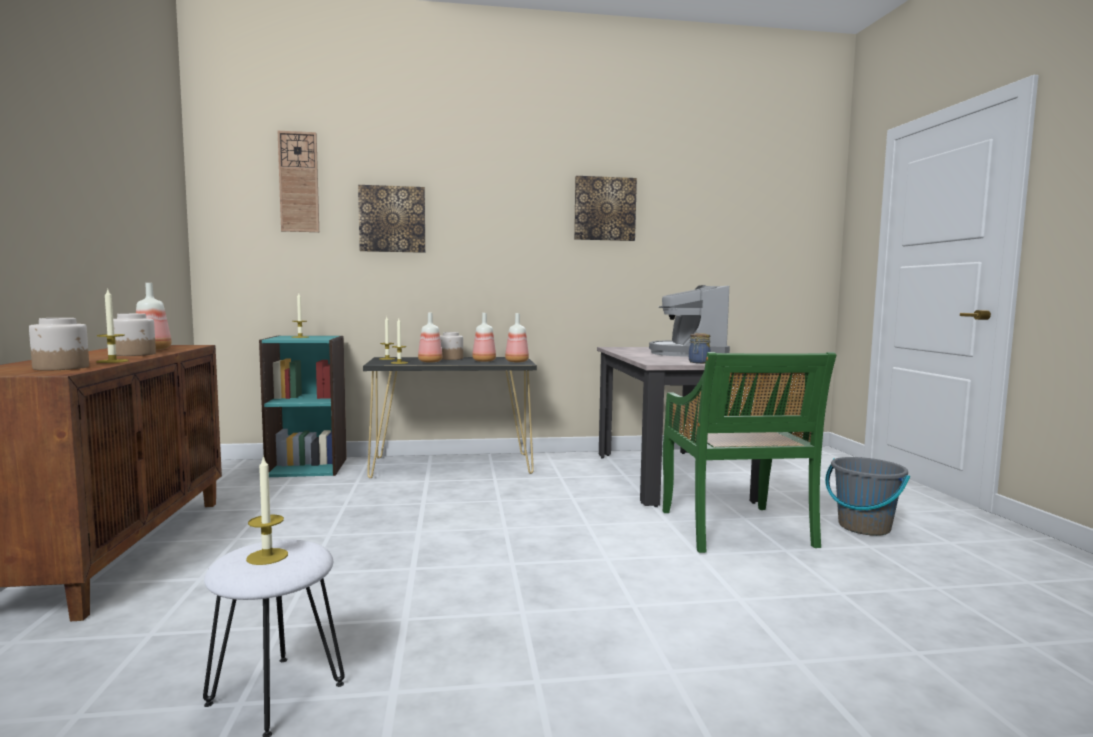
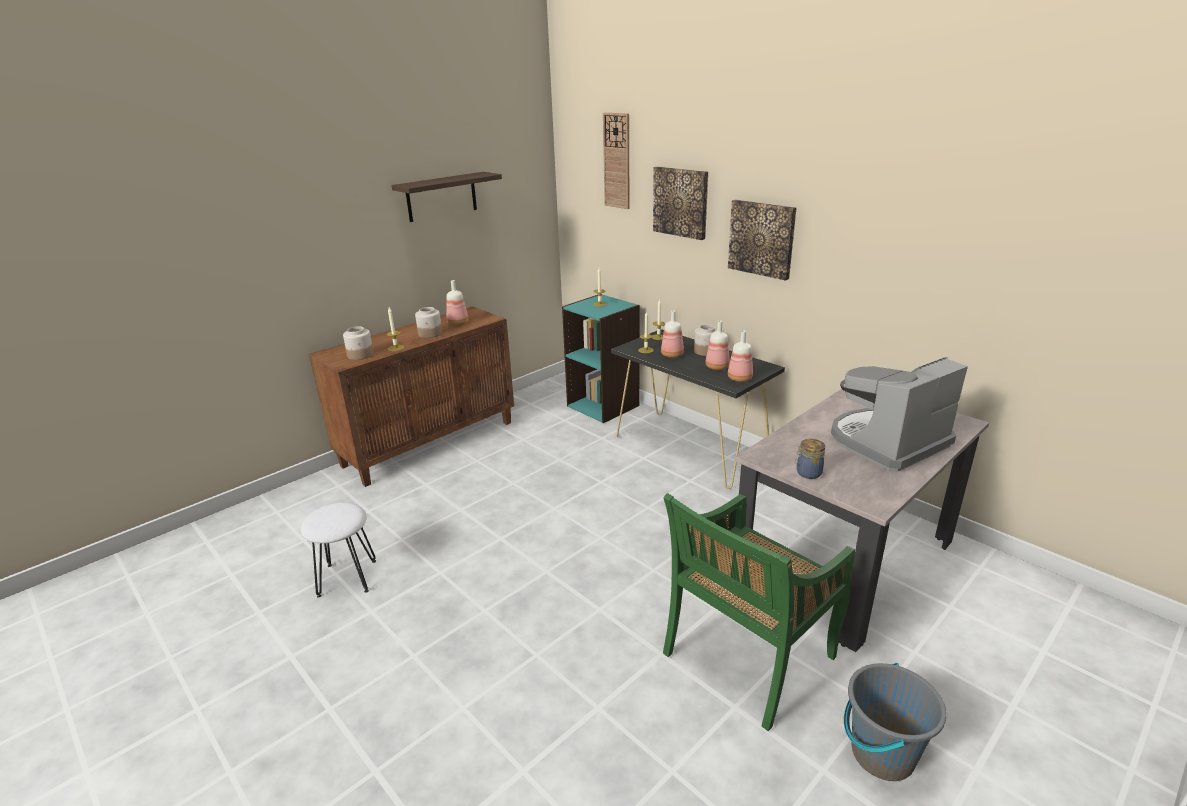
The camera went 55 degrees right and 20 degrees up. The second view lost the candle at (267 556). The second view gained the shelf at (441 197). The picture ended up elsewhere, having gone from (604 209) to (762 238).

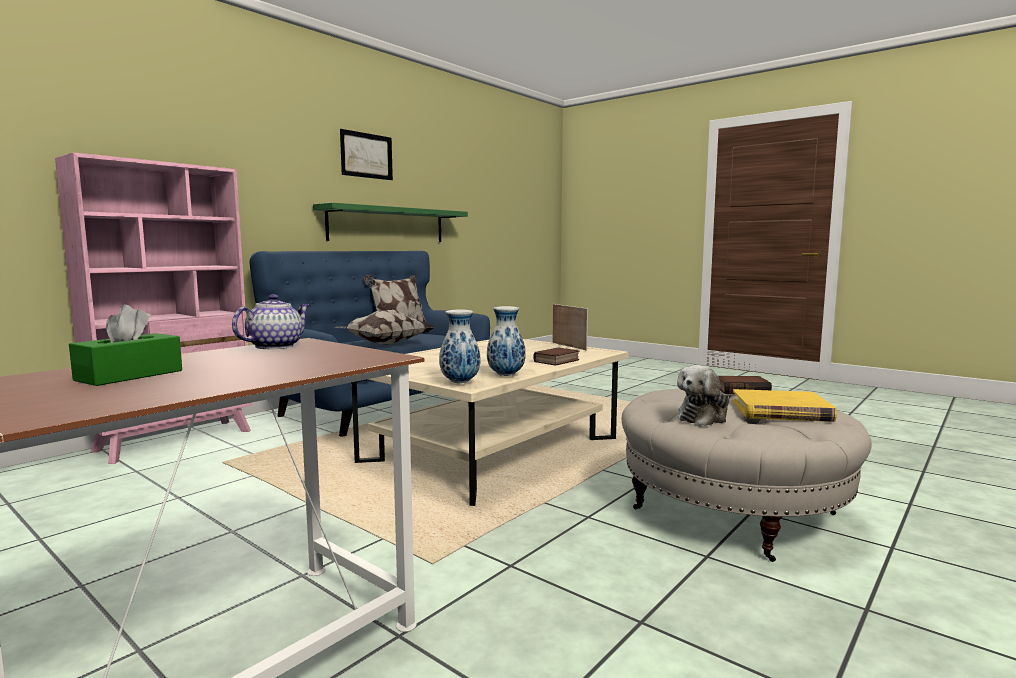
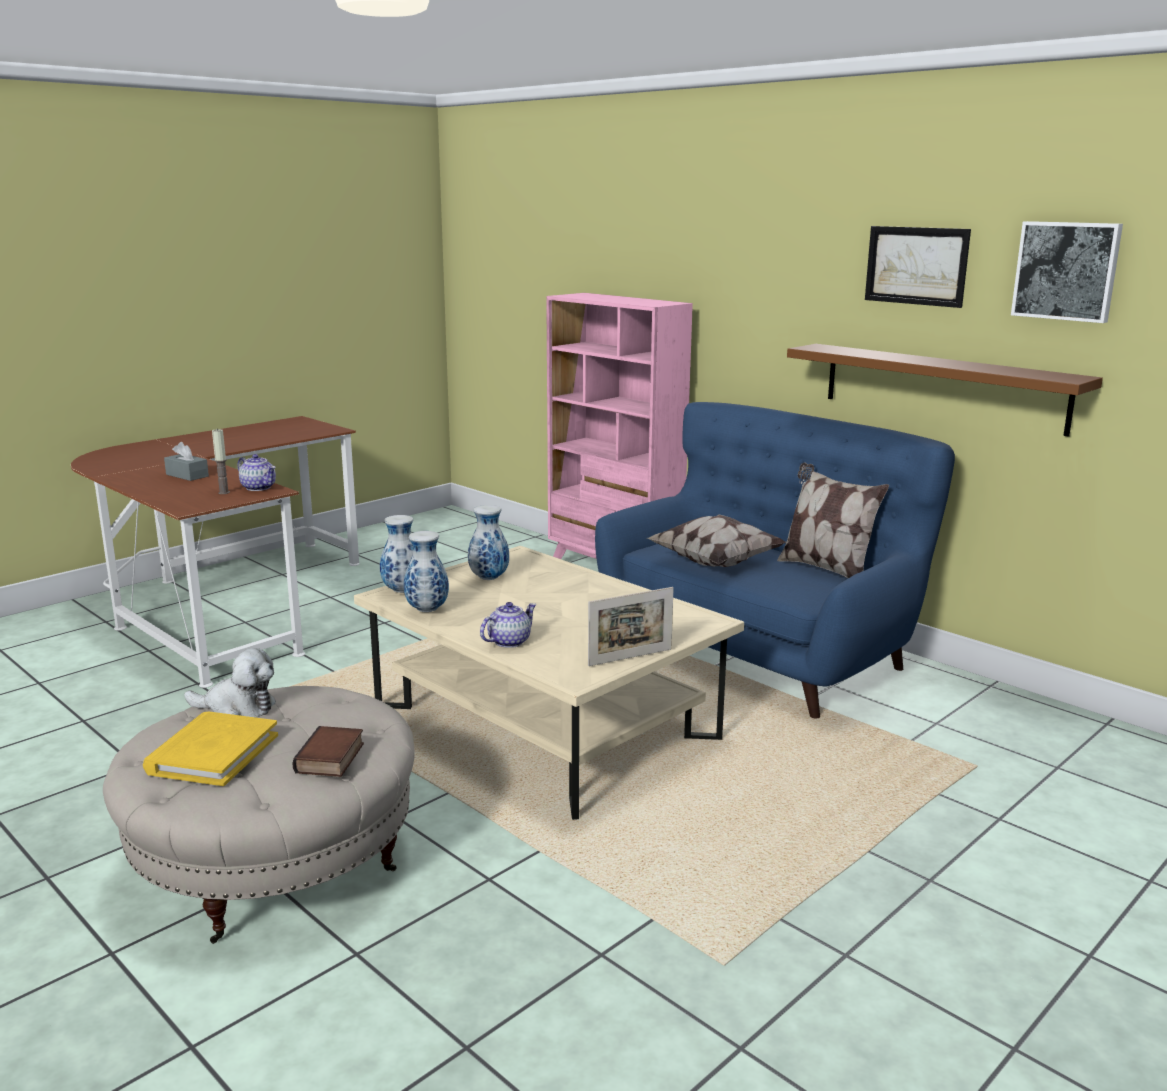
The camera went 95 degrees right and 10 degrees up. The second view gained the candle at (224 492). The second view gained the vase at (488 578). The second view gained the picture at (1066 271). Where the book stood at (557 361), the teapot came to stand at (509 641). What was the tissue box (green) at (129 375) turned into the tissue box (grey) at (187 475). What was the shelf (green) at (388 225) turned into the shelf (brown) at (942 387). The plush toy at (704 417) ended up facing another way, 135 degrees clockwise from before.

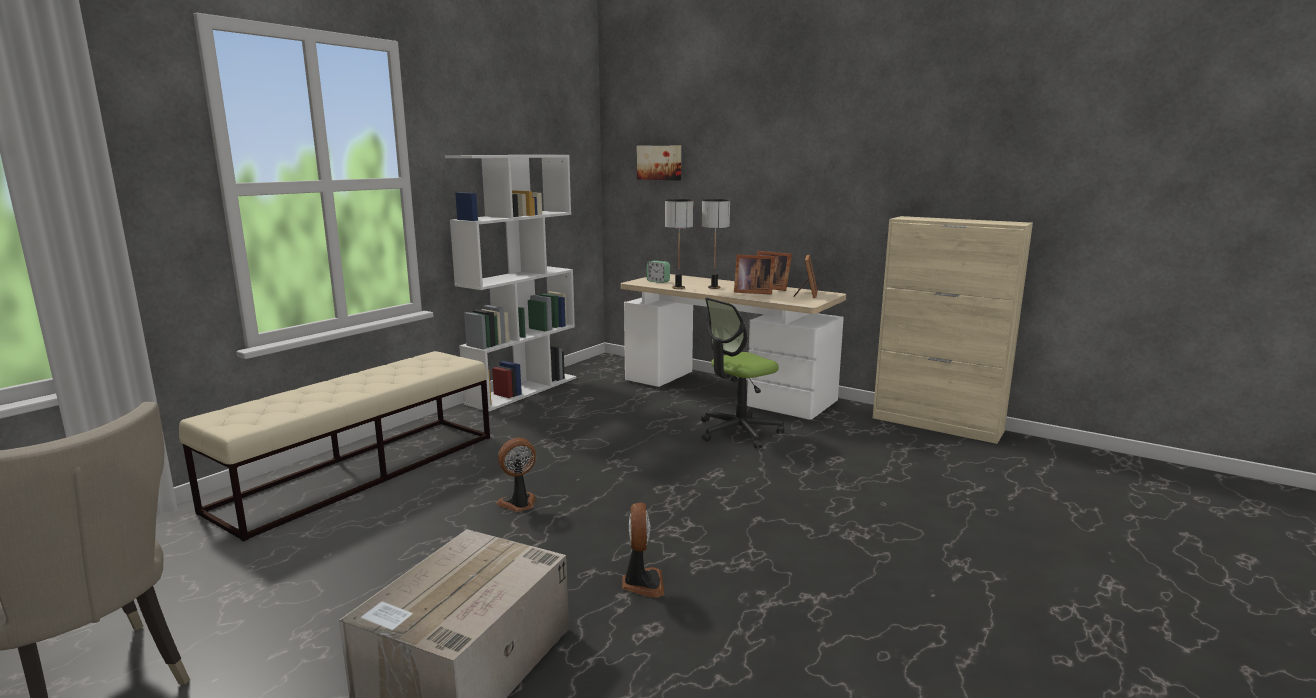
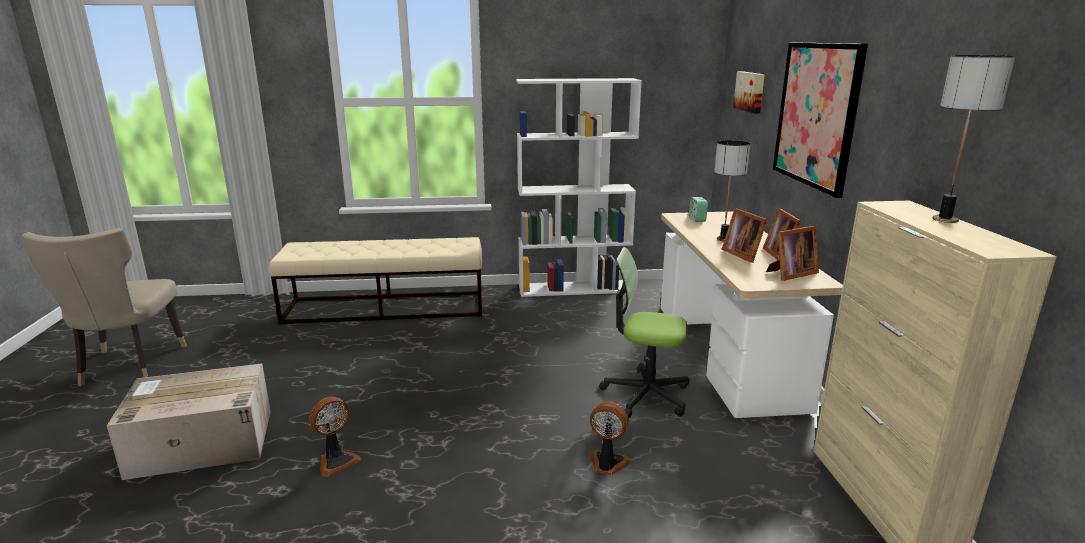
The camera went 50 degrees right and 5 degrees up. The second view gained the picture at (816 115). The fan ended up elsewhere, having gone from (519 504) to (607 464). The table lamp ended up elsewhere, having gone from (678 288) to (945 219).

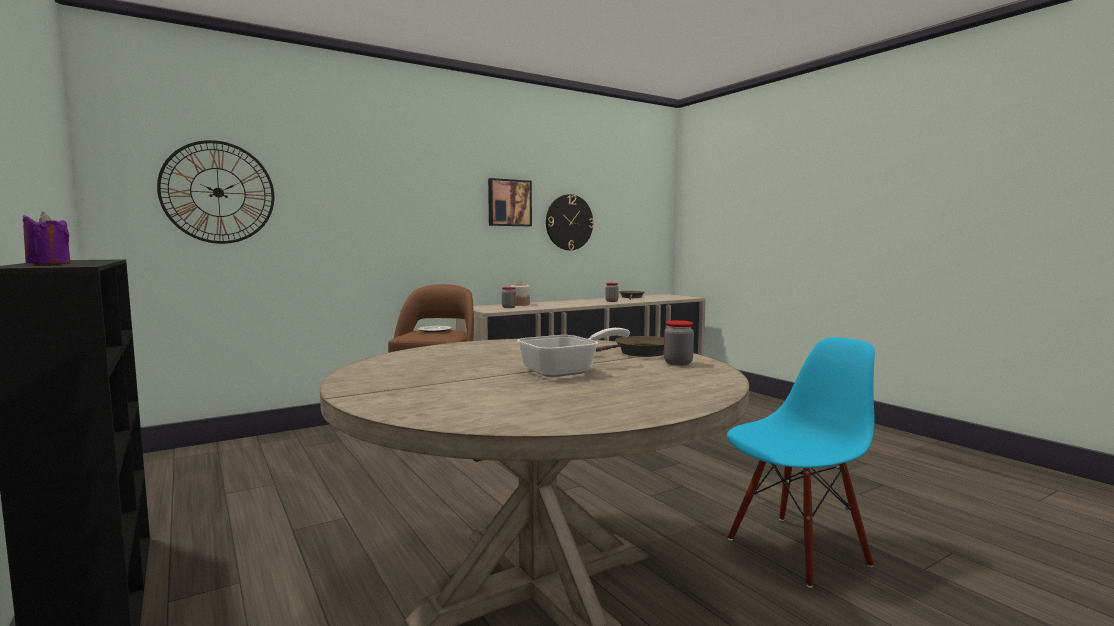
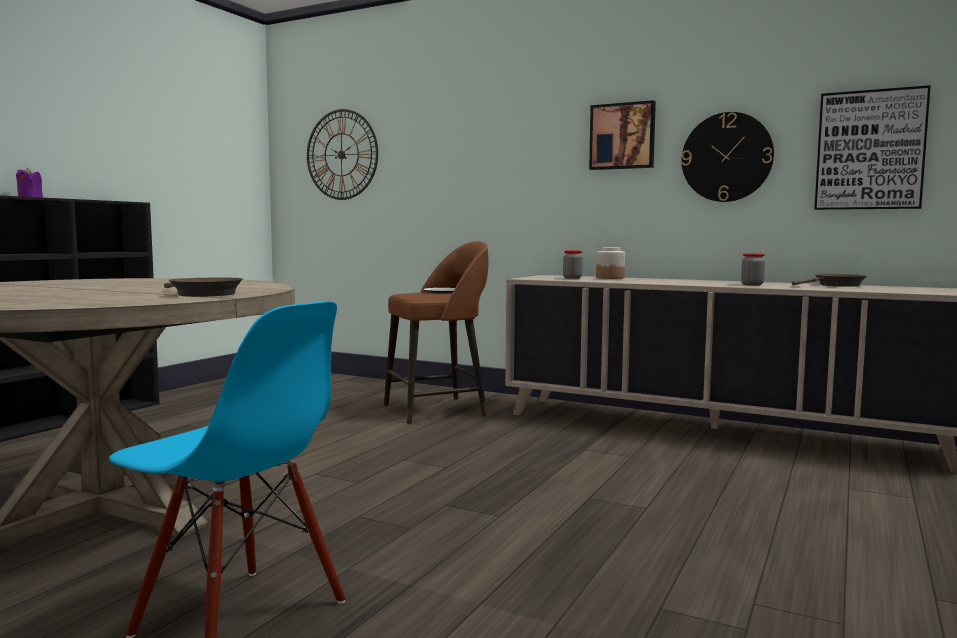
The camera went 60 degrees right and 0 degrees up. The second view lost the frying pan at (567 371). The second view lost the jar at (678 363). The second view gained the picture at (870 150).

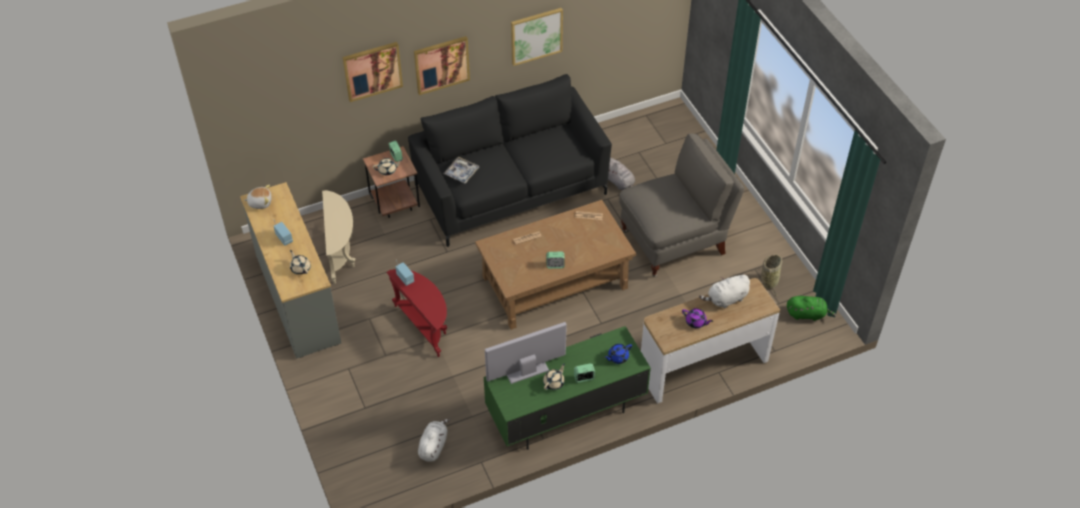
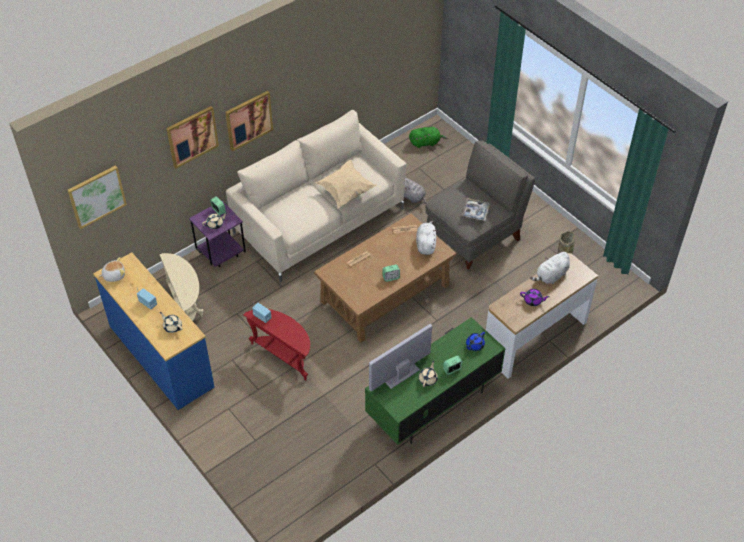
The camera went 15 degrees left and 0 degrees up. The second view gained the pillow (beige) at (345 192). The plush toy (white) ended up elsewhere, having gone from (433 446) to (426 244). The tray ended up elsewhere, having gone from (461 172) to (475 212). The picture ended up elsewhere, having gone from (536 35) to (96 196). The plush toy (green) ended up elsewhere, having gone from (807 314) to (426 143). What was the dresser (grey) at (297 299) turned into the dresser (blue) at (160 357). What was the side table (brown) at (395 205) turned into the side table (purple) at (221 255). What was the sofa (black) at (510 189) turned into the sofa (beige) at (319 220).

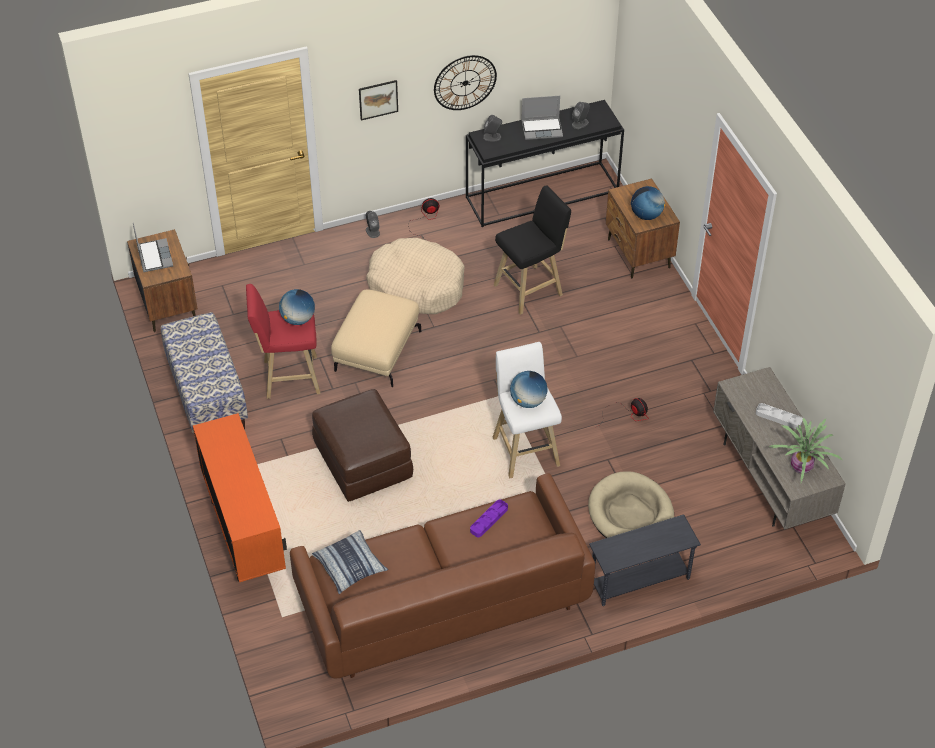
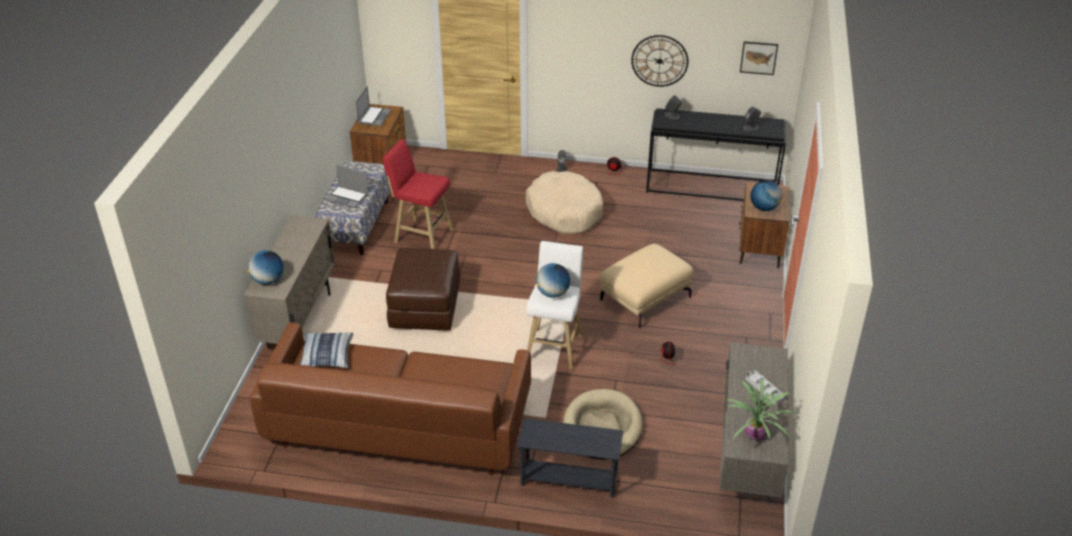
The camera went 30 degrees right and 10 degrees down. The second view lost the tray (purple) at (489 520). The second view lost the stool (black) at (531 289). The globe ended up elsewhere, having gone from (298 319) to (268 280). The ottoman (beige) ended up elsewhere, having gone from (377 350) to (644 298). The picture ended up elsewhere, having gone from (378 99) to (758 58). The laptop ended up elsewhere, having gone from (542 129) to (348 197). What was the cabinet (orange) at (245 535) turned into the cabinet (beige) at (299 320).

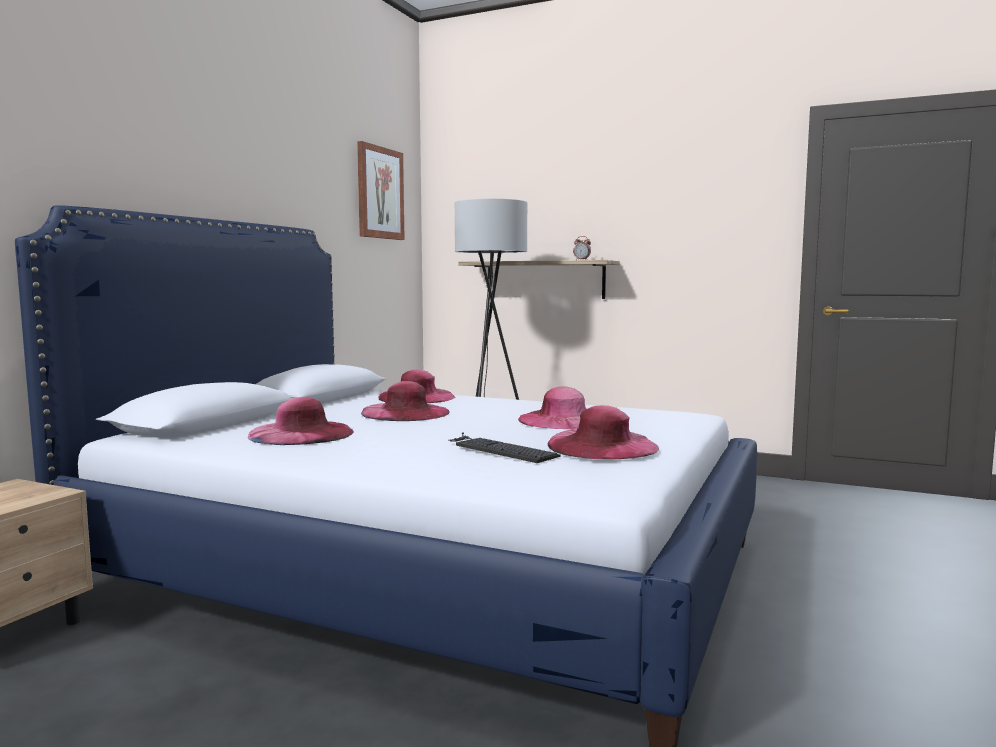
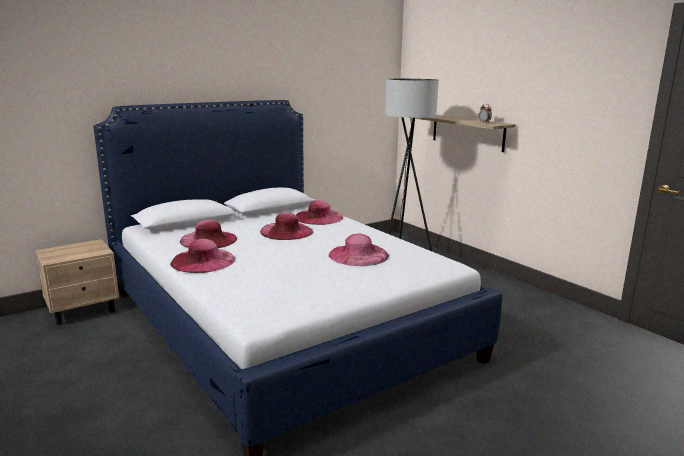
The camera went 30 degrees right and 10 degrees up. The second view lost the picture at (379 193). The second view lost the keyboard at (497 448). The hat (pink) ended up elsewhere, having gone from (602 445) to (203 261).

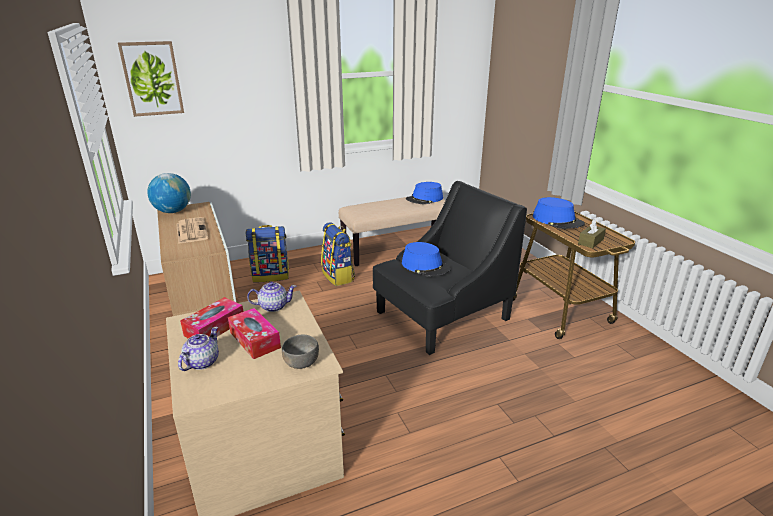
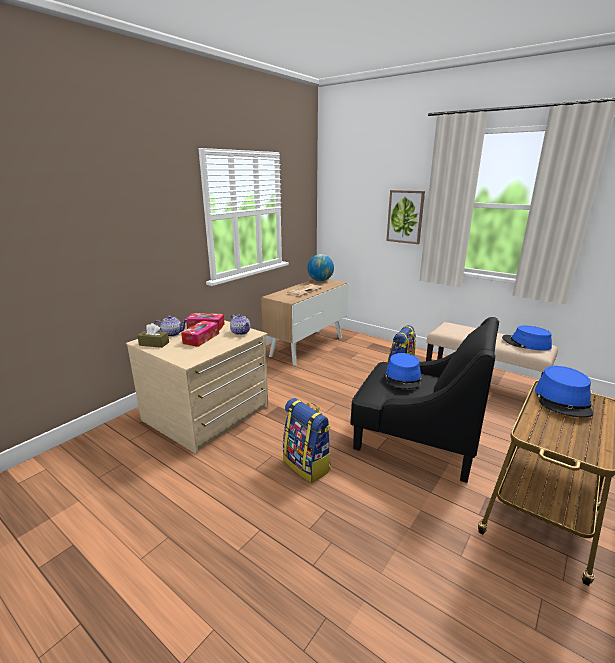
The camera went 60 degrees right and 5 degrees down. The second view lost the bowl (grey) at (301 362). The picture ended up elsewhere, having gone from (152 79) to (405 216). The backpack ended up elsewhere, having gone from (271 276) to (307 465). The tissue box (brown) ended up elsewhere, having gone from (590 241) to (154 344).

